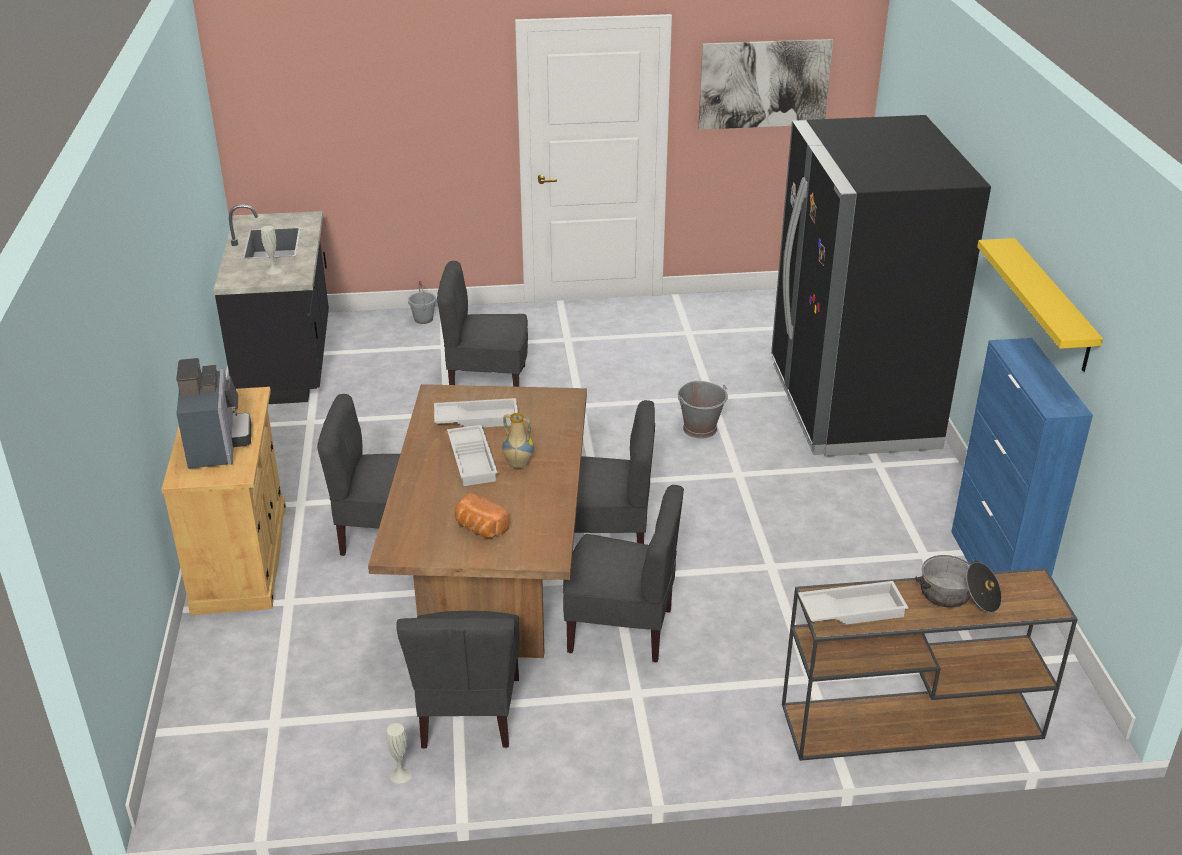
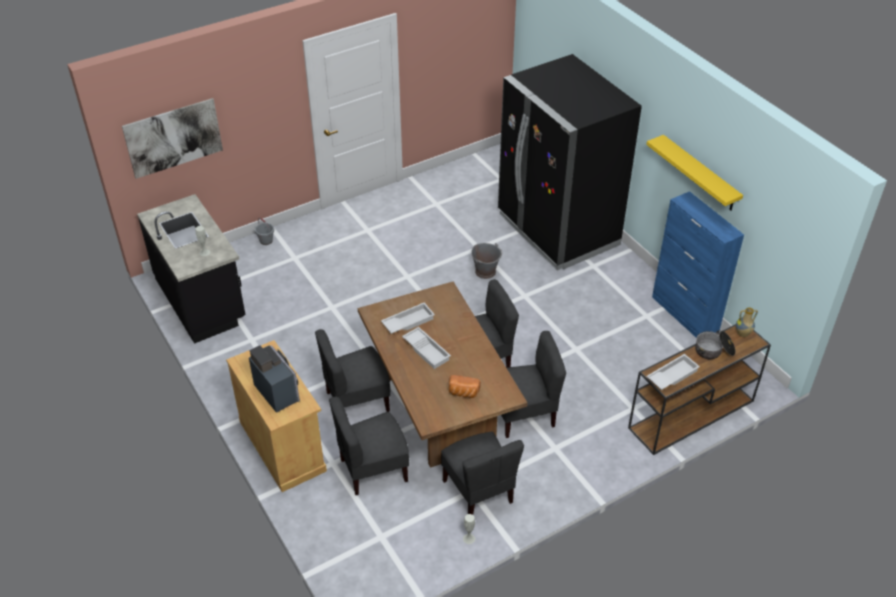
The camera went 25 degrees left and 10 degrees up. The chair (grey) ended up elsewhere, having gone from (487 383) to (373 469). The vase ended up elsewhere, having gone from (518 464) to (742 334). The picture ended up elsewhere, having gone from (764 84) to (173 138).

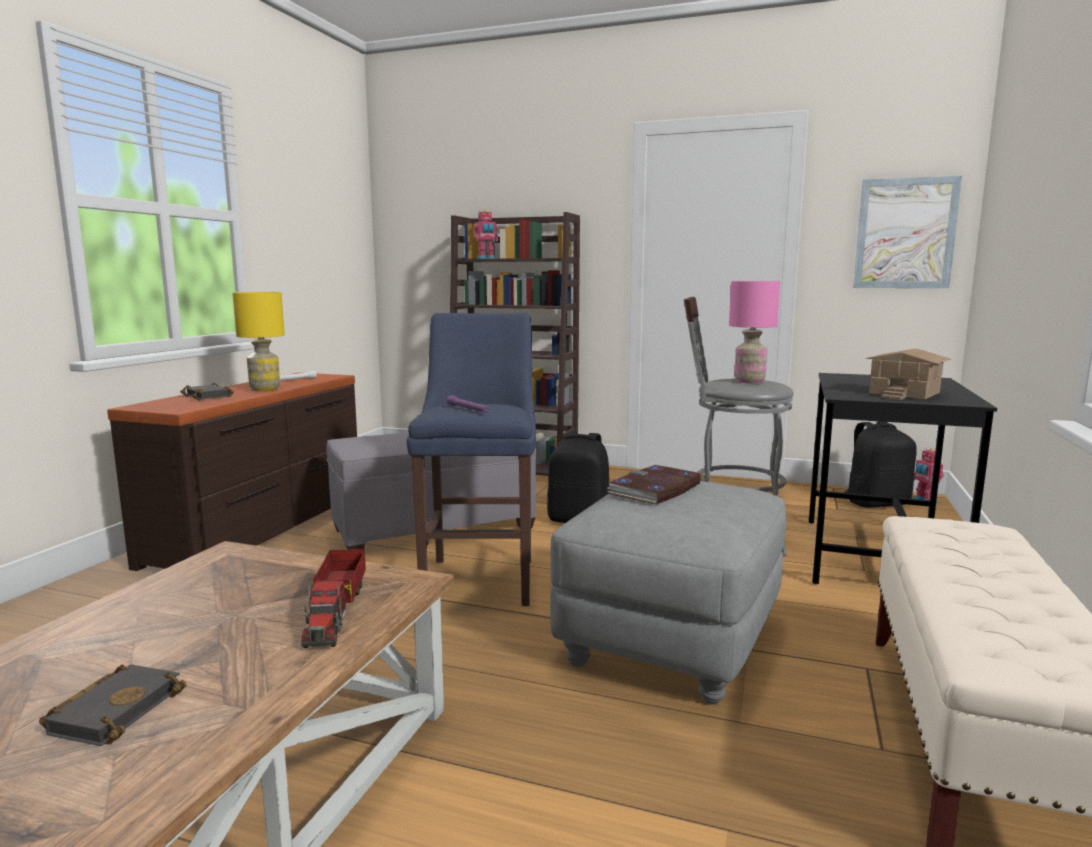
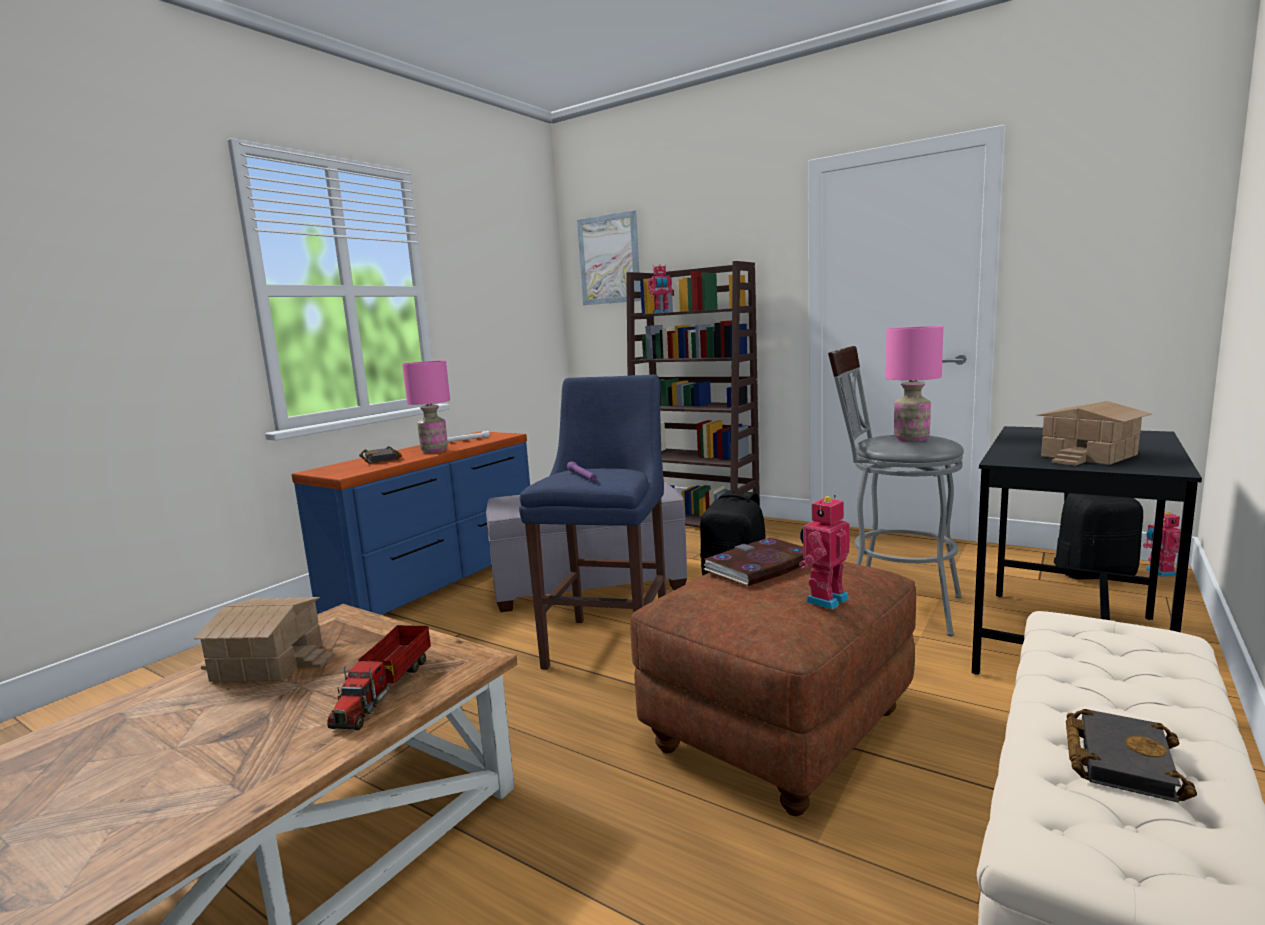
The camera went 15 degrees right and 0 degrees up. The second view gained the toy house at (269 661). The second view gained the toy robot at (824 599). The book (black) ended up elsewhere, having gone from (116 710) to (1118 759). The picture ended up elsewhere, having gone from (905 234) to (609 259). What was the dresser (brown) at (263 529) turned into the dresser (blue) at (439 579). What was the table lamp (yellow) at (265 389) turned into the table lamp (pink) at (435 451). What was the ottoman (grey) at (671 639) turned into the ottoman (brown) at (778 730).

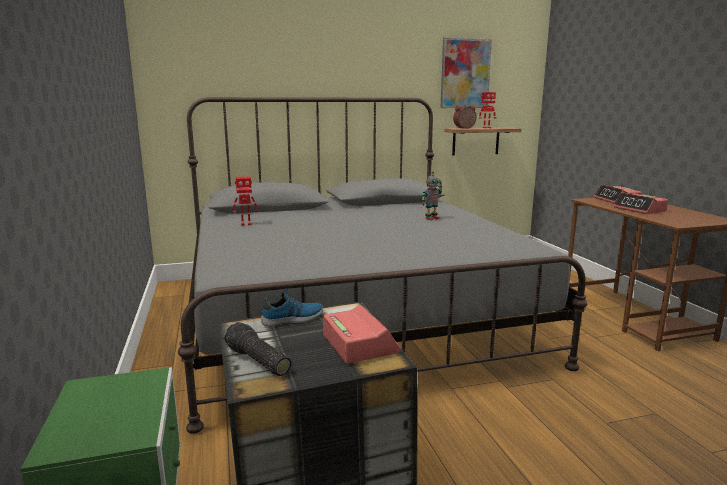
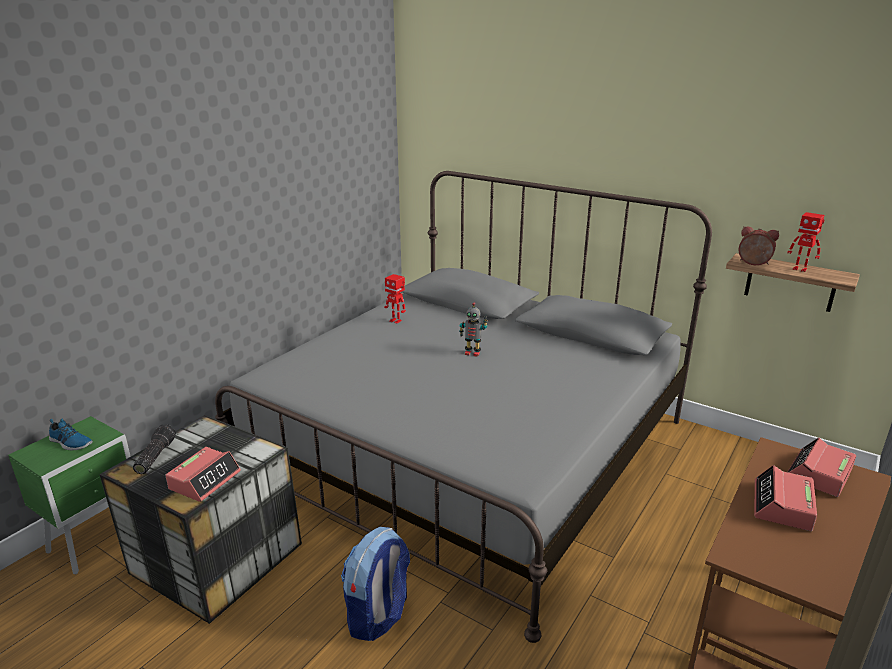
The camera went 50 degrees right and 10 degrees up. The second view lost the picture at (465 73). The second view gained the backpack at (378 616). The shoe ended up elsewhere, having gone from (293 319) to (70 443). The toy robot ended up elsewhere, having gone from (431 218) to (472 353).

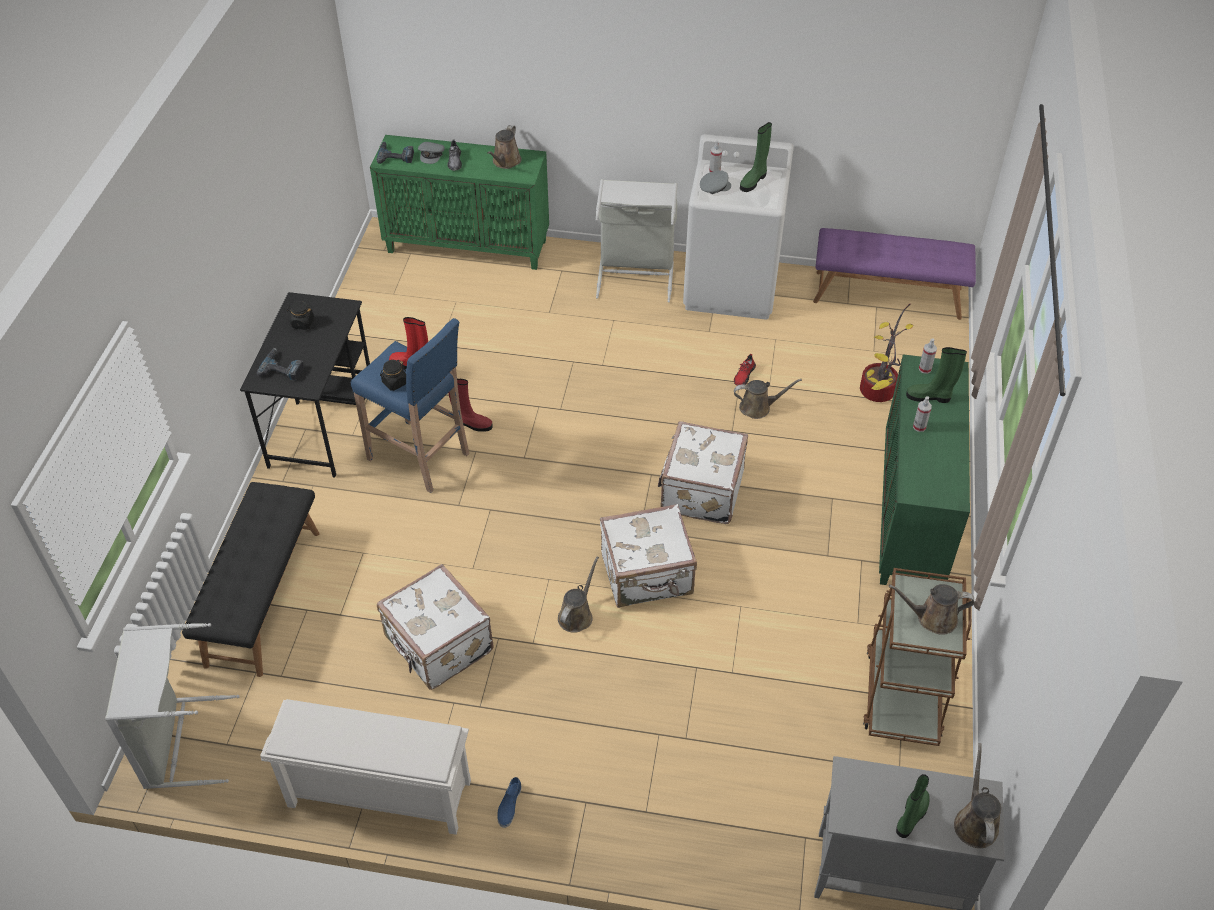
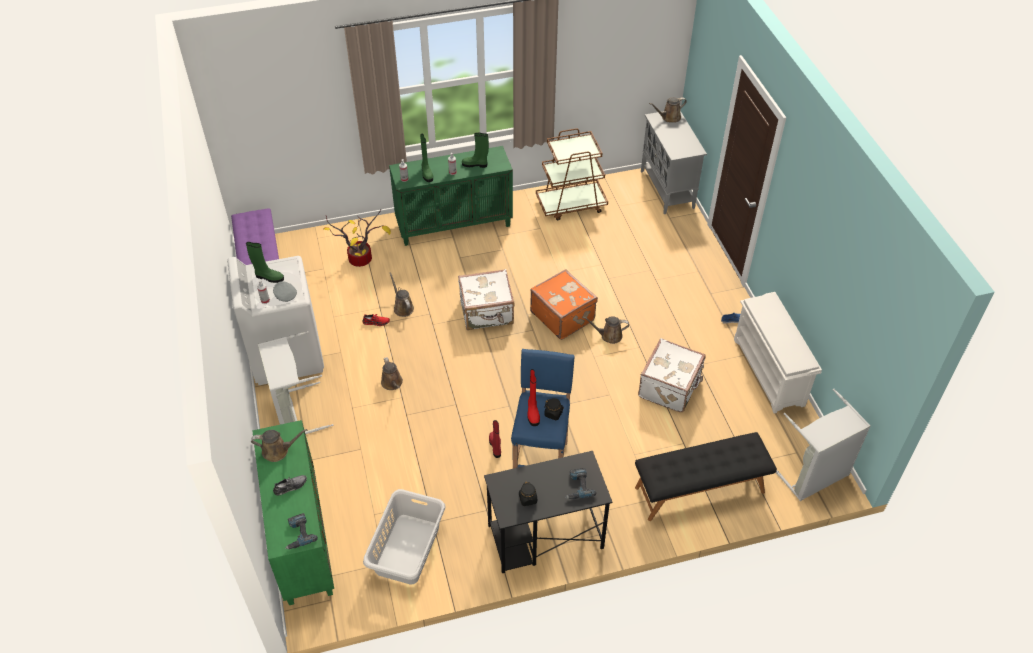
The camera went 115 degrees left and 0 degrees up. The second view lost the cap (grey) at (431 154). The second view gained the laundry basket (grey) at (406 549). The watering can (brown) ended up elsewhere, having gone from (932 618) to (392 383). The boot (green) ended up elsewhere, having gone from (911 816) to (475 164). What was the suitcase (white) at (647 575) turned into the suitcase (orange) at (563 315).

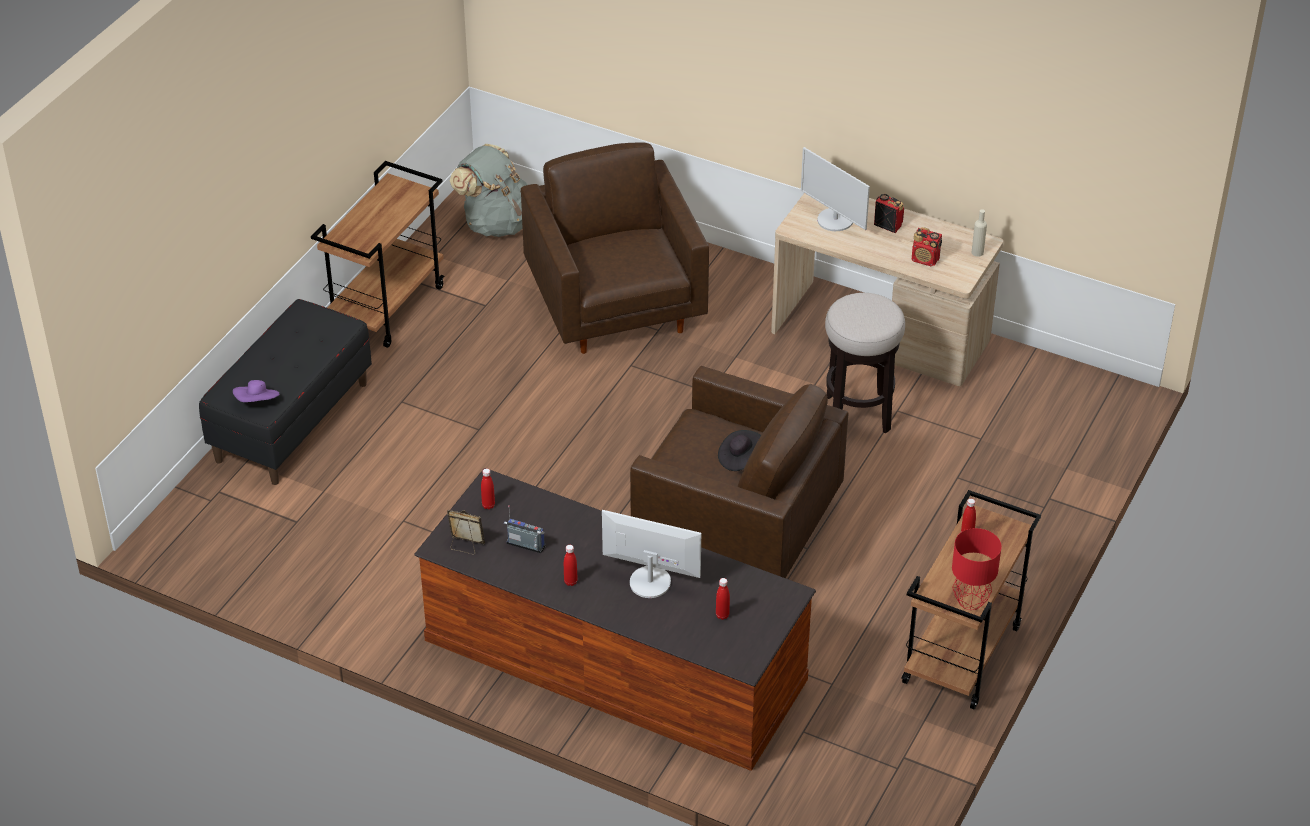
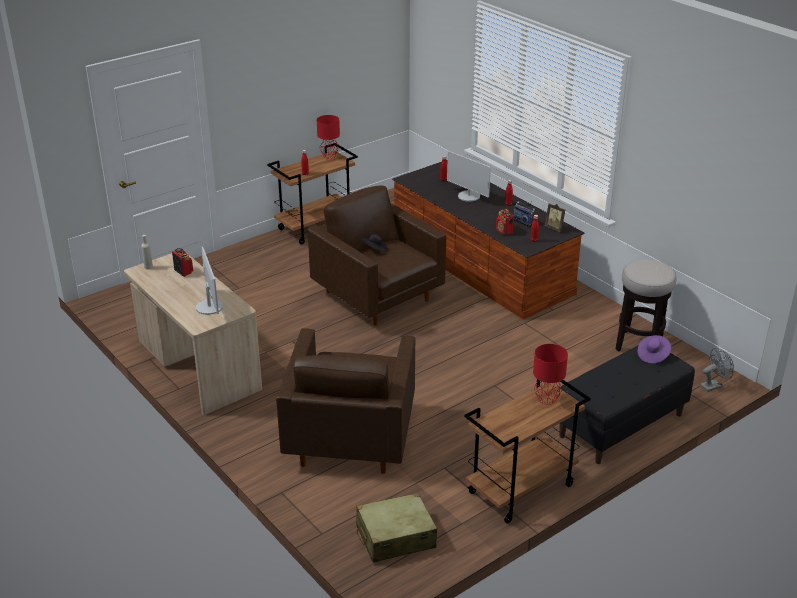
The camera went 155 degrees left and 10 degrees down. The second view gained the table lamp (red) at (546 399). The second view gained the fan (grey) at (713 385). The stool ended up elsewhere, having gone from (857 413) to (639 345). The radio ended up elsewhere, having gone from (888 225) to (504 231). Where the backpack (grey) stood at (496 223), the suitcase (beige) came to stand at (395 537).

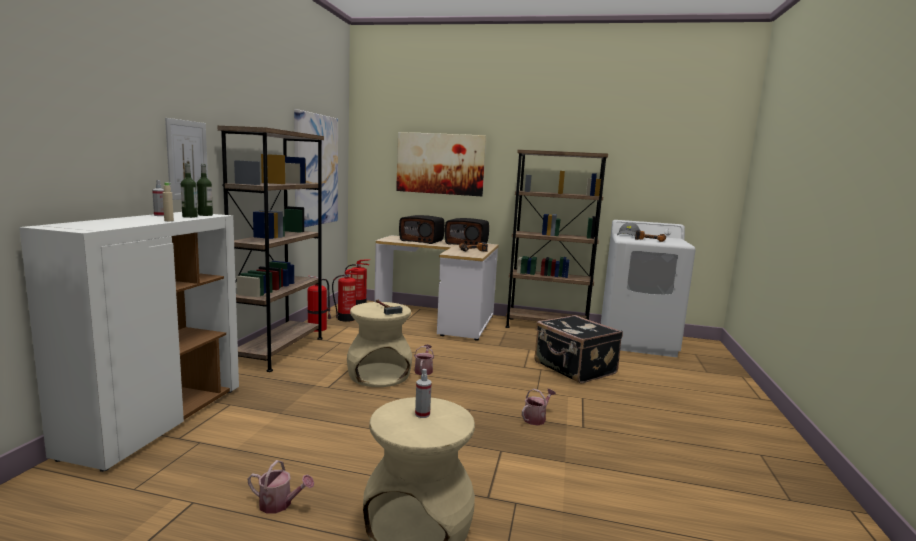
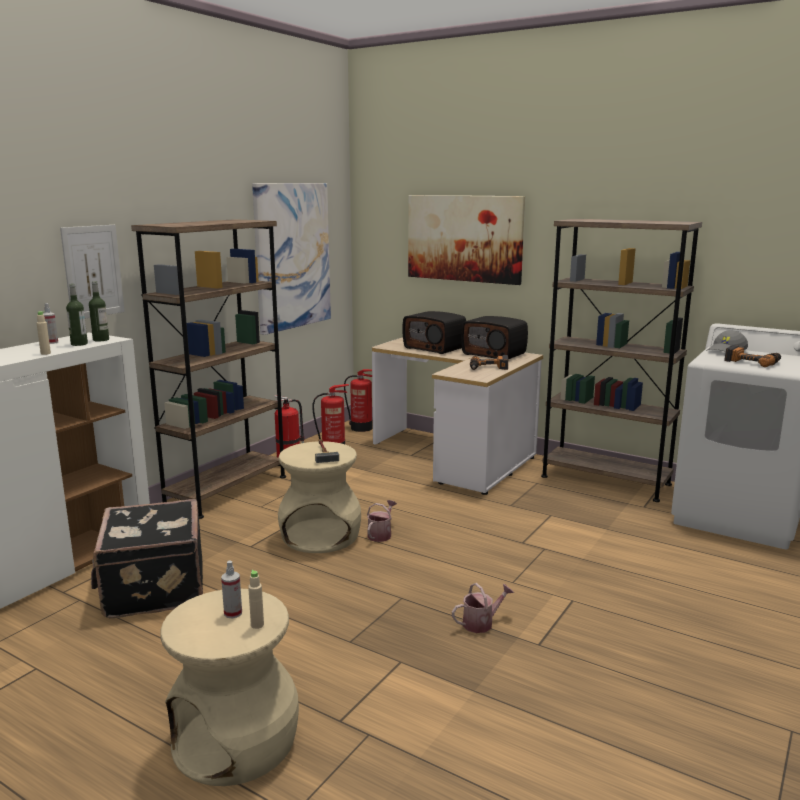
The camera went 20 degrees right and 5 degrees up. The second view lost the watering can at (280 504). The second view gained the bottle (beige) at (257 625). The suitcase (black) ended up elsewhere, having gone from (574 368) to (153 588).

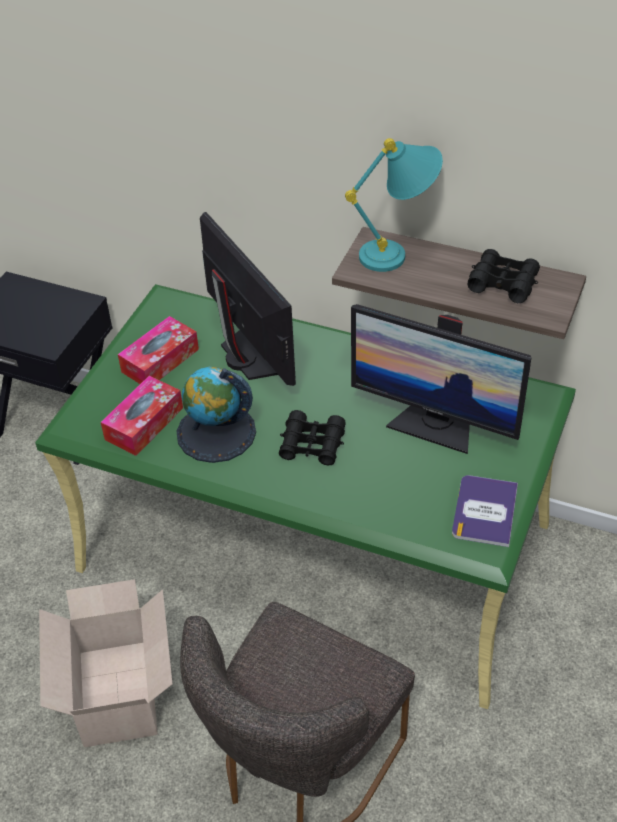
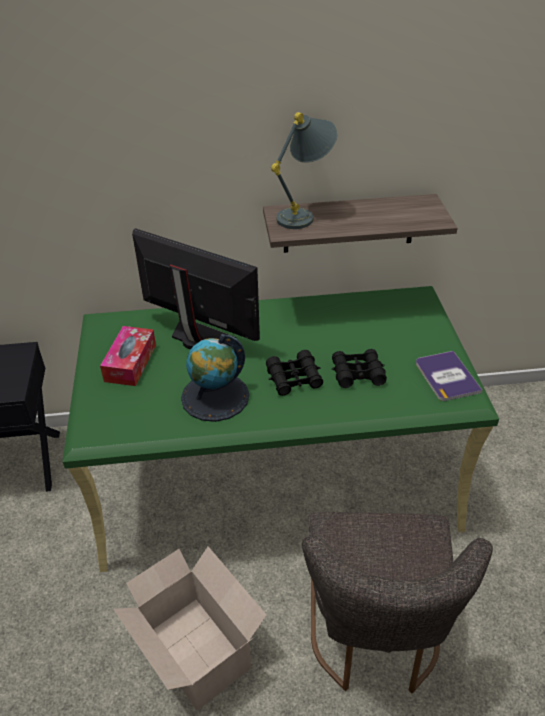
The camera went 30 degrees left and 5 degrees down. The second view lost the tissue box at (144 424). The second view lost the monitor at (434 425). The binoculars (black) ended up elsewhere, having gone from (503 283) to (357 373). What was the table lamp (turquoise) at (399 254) turned into the table lamp (grey) at (305 215).

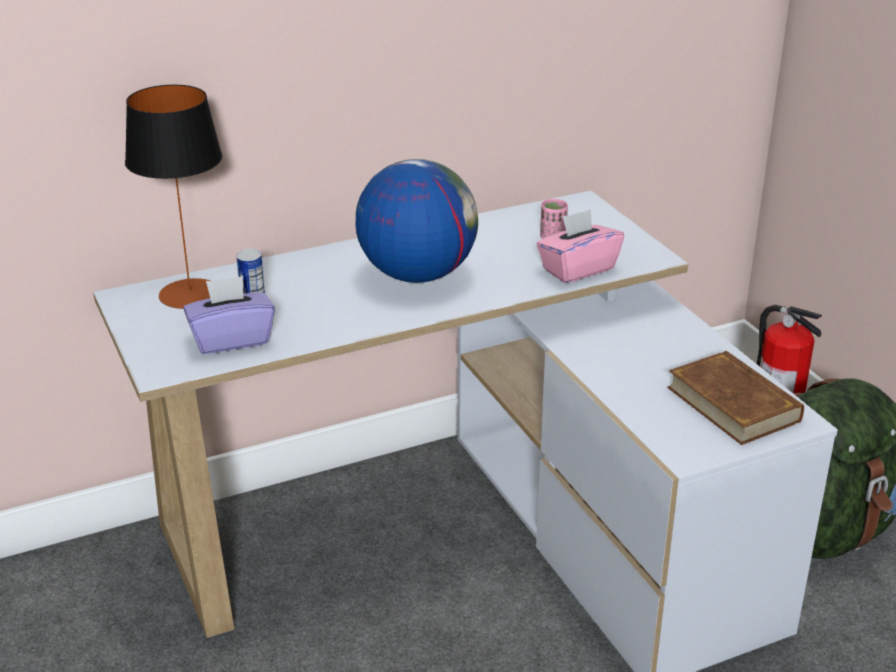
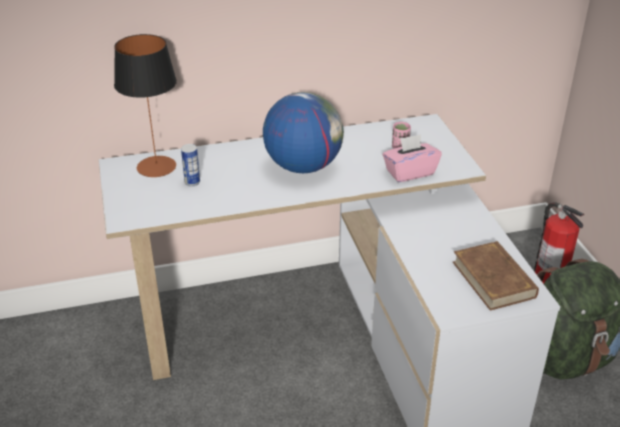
The camera went 10 degrees right and 5 degrees up. The second view lost the tissue box (purple) at (231 339).

